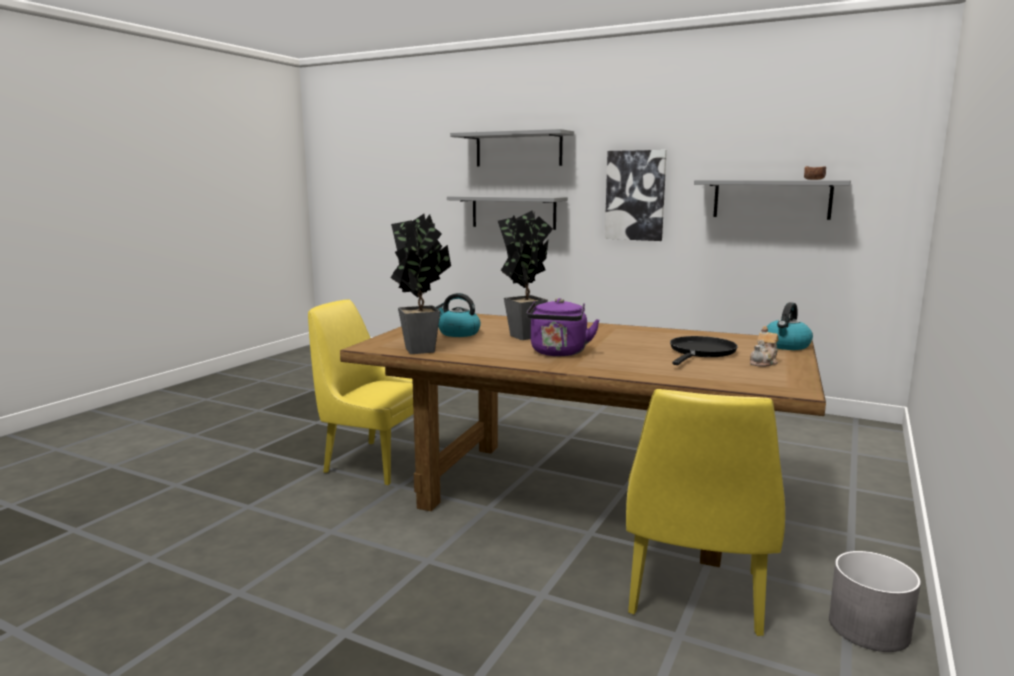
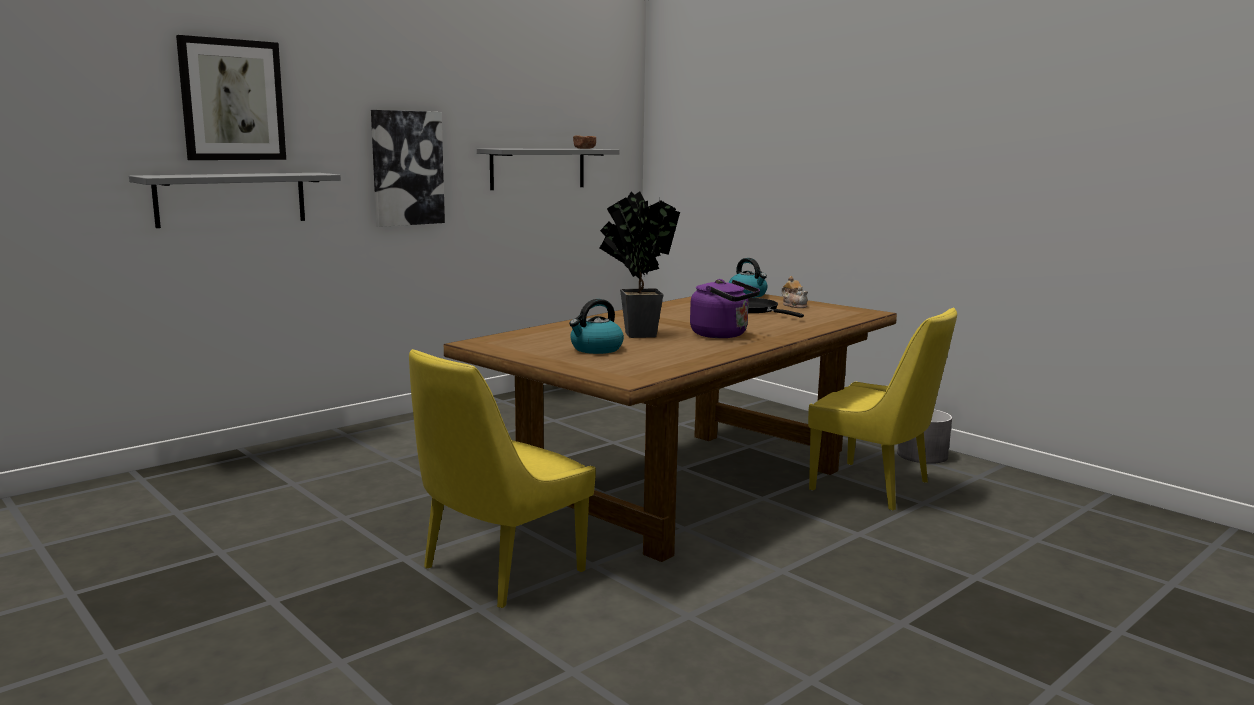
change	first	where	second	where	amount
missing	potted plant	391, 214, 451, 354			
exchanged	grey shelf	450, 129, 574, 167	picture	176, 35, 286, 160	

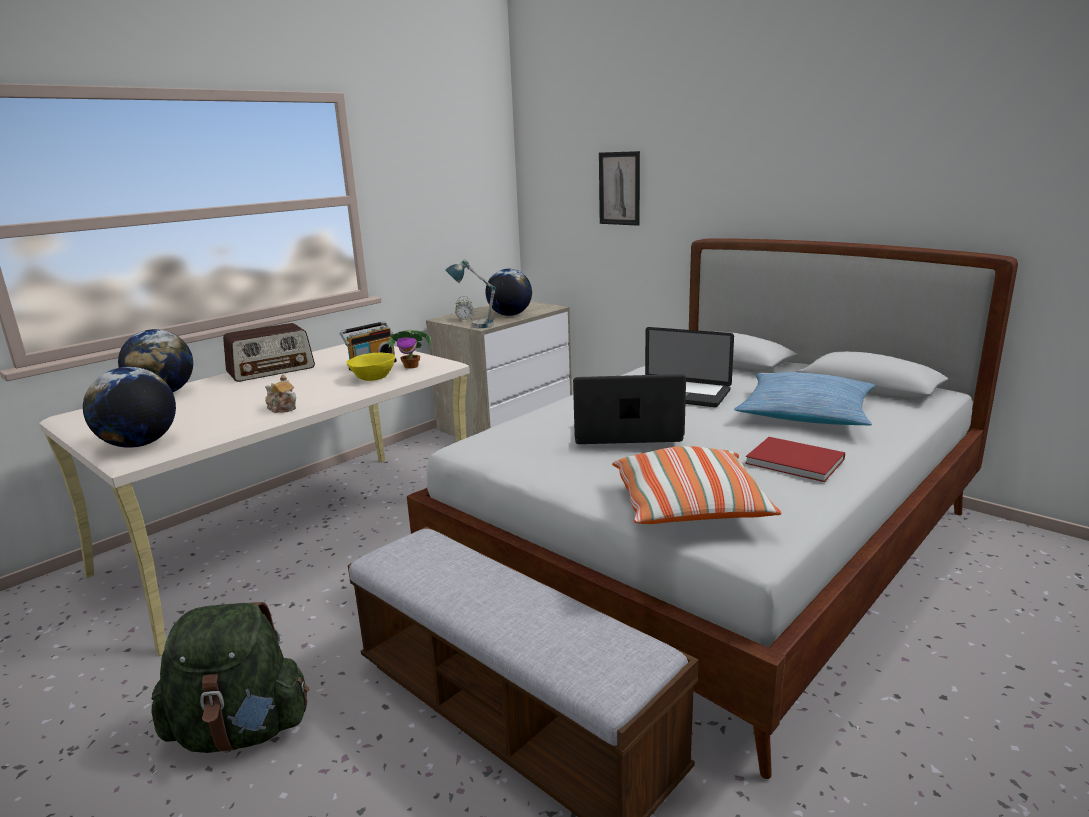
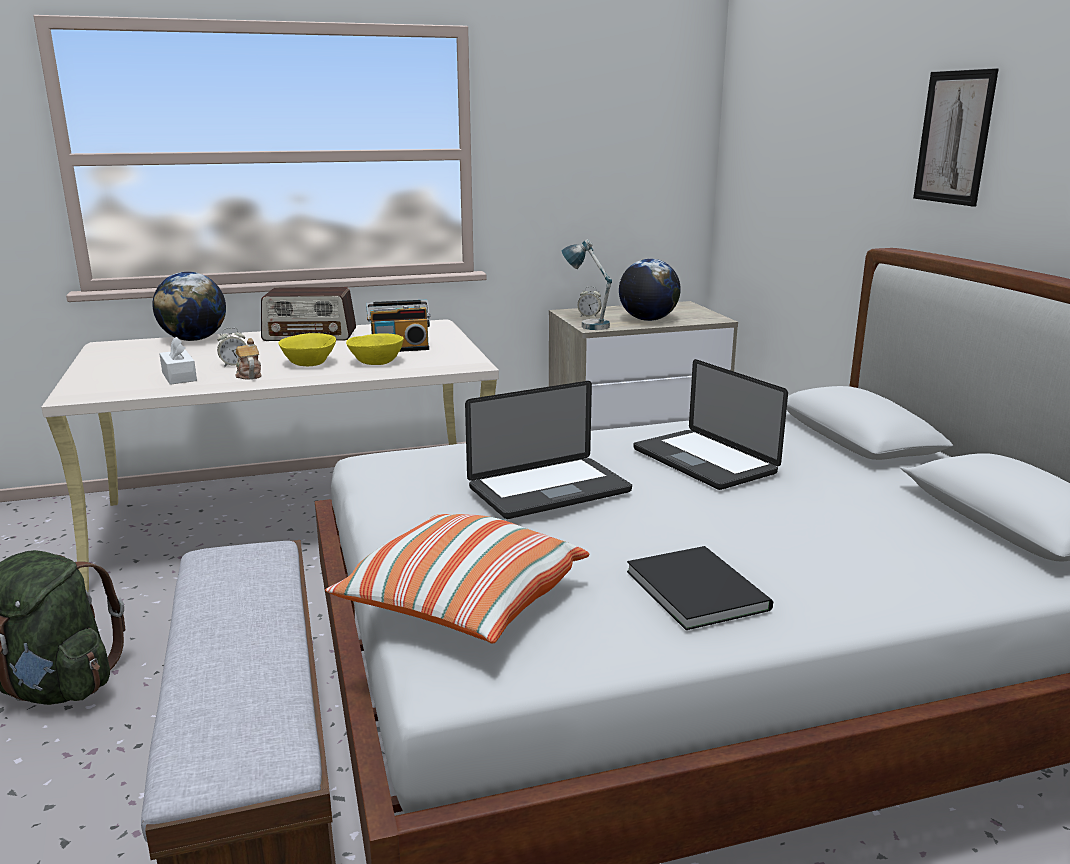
change	first	where	second	where	amount
missing	globe	83, 367, 176, 448			
missing	potted plant	385, 330, 431, 369			
missing	pillow	734, 372, 875, 425			
appeared			white tissue box	159, 337, 197, 385	
appeared			alarm clock	217, 327, 246, 367	
appeared			yellow bowl	278, 333, 336, 366	
relocated	picture	599, 151, 640, 226		913, 68, 999, 207	
colour	red book	745, 437, 845, 482	black book	627, 546, 773, 630	
spun	laptop	573, 374, 686, 444		465, 381, 632, 519	120 degrees clockwise

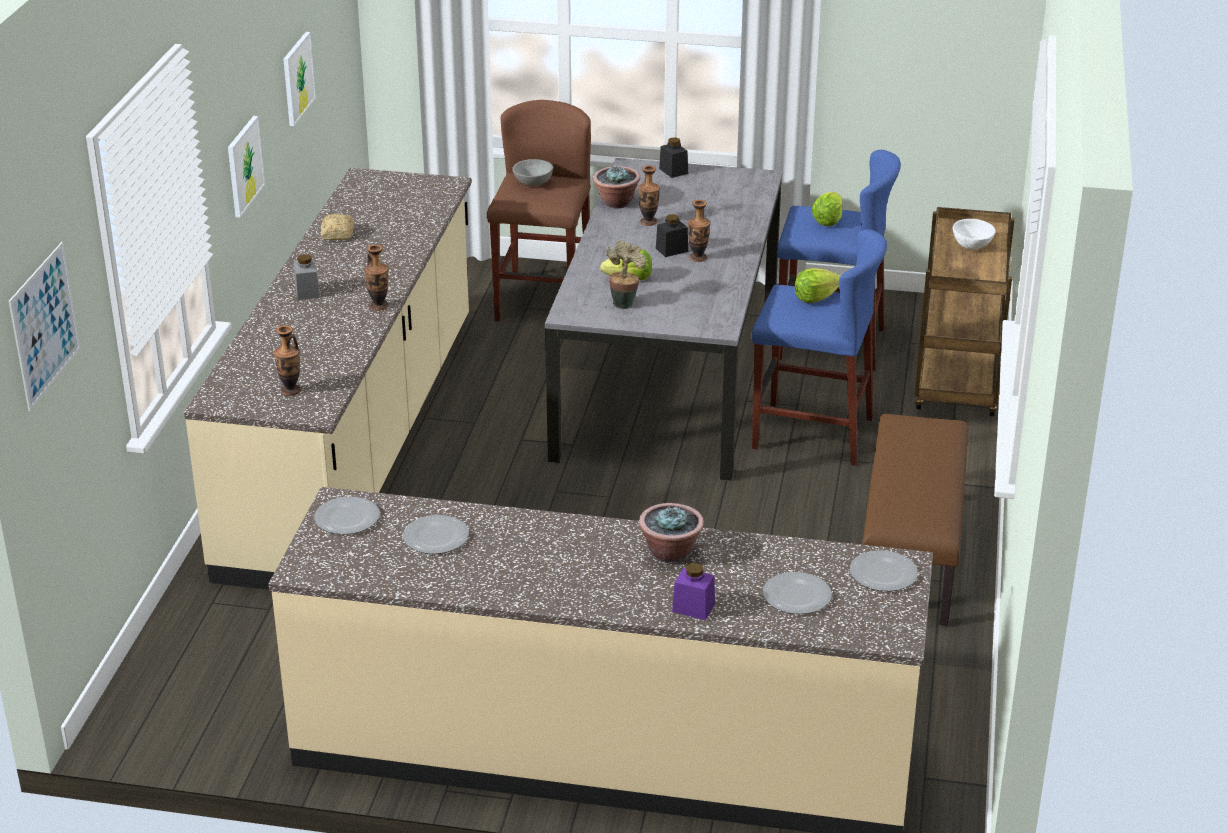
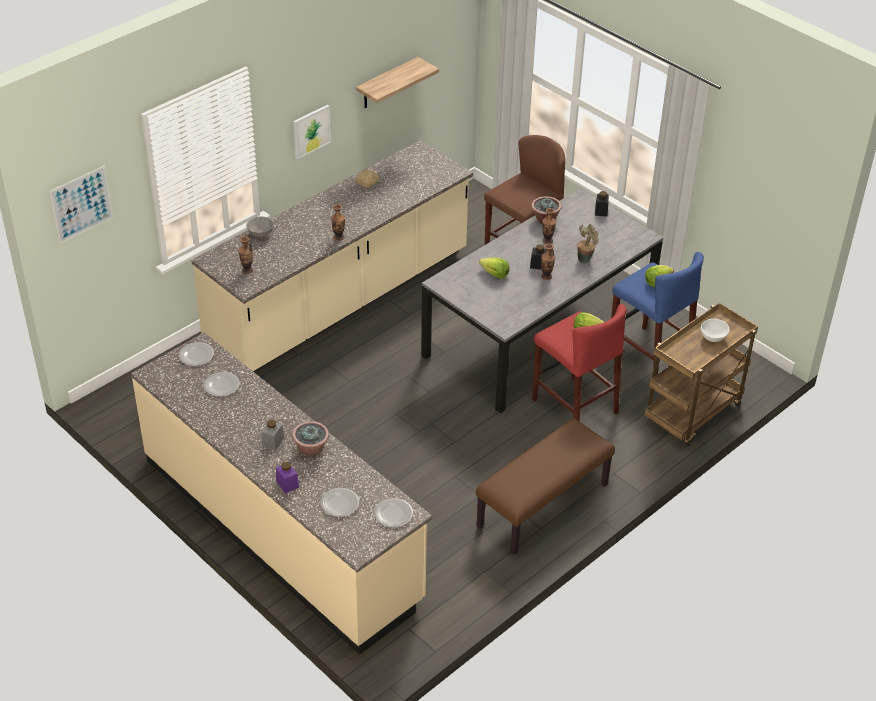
change	first	where	second	where	amount
relocated	grey jar	294, 254, 320, 300		262, 420, 284, 451	
relocated	grey bowl	512, 159, 553, 186		246, 216, 274, 237	
relocated	potted plant	606, 240, 646, 309		577, 224, 599, 263	
exchanged	picture	283, 32, 316, 126	shelf	356, 57, 439, 108	
colour	blue stool	751, 229, 887, 466	red stool	532, 304, 627, 421	

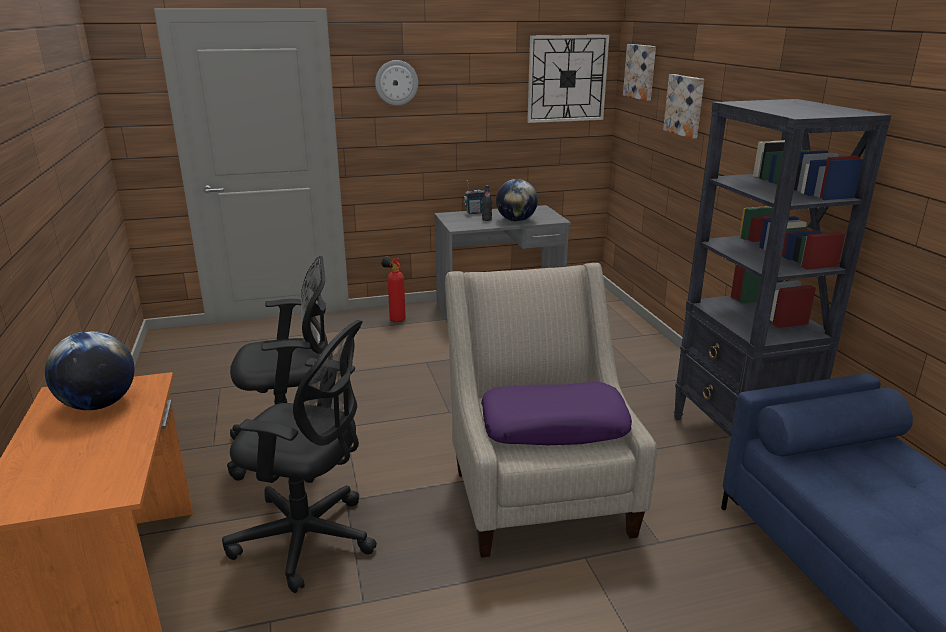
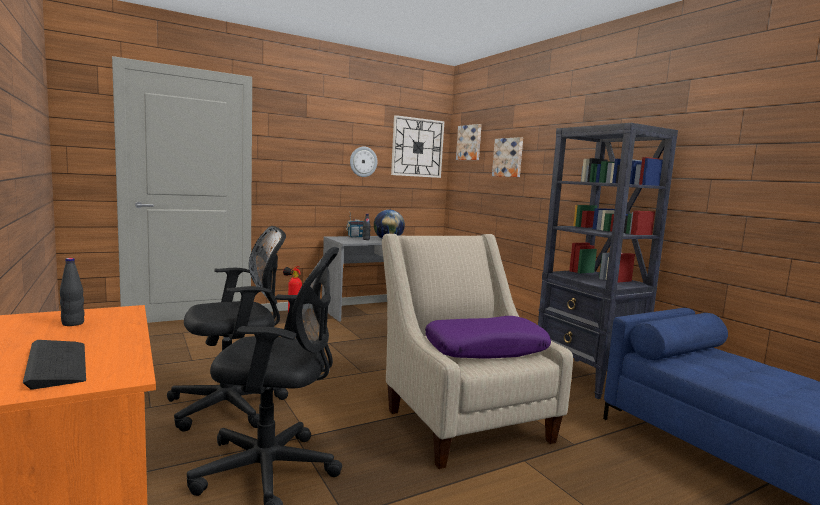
change	first	where	second	where	amount
appeared			keyboard	23, 340, 86, 390	
relocated	wall clock	375, 60, 418, 105		350, 147, 377, 177	
exchanged	globe	45, 331, 135, 410	black bottle	60, 258, 85, 326	

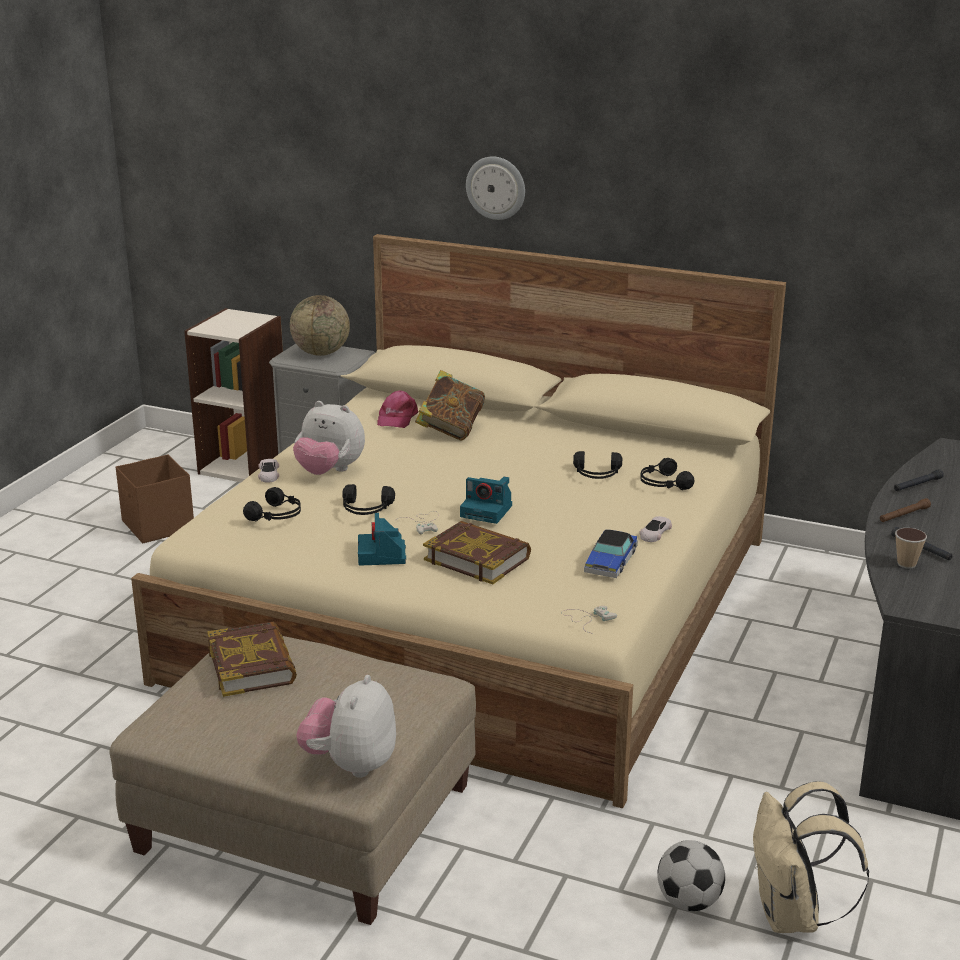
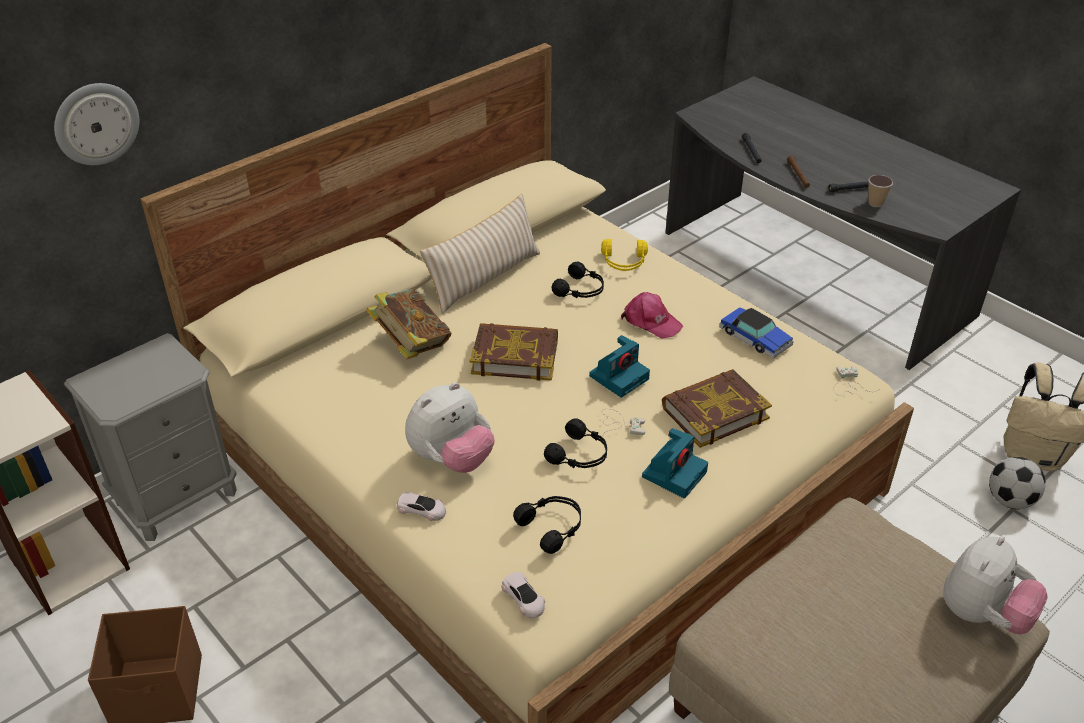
change	first	where	second	where	amount
missing	globe	290, 295, 350, 356			
appeared			beige pillow	420, 194, 540, 314	
relocated	book	207, 621, 297, 697		470, 323, 558, 381	
relocated	pink cap	377, 390, 418, 428		621, 292, 683, 339	
relocated	wall clock	466, 156, 525, 220		54, 83, 139, 165	
relocated	white toy car	639, 516, 672, 542		501, 572, 545, 618	
colour	black headphones	640, 458, 695, 490	yellow headphones	601, 239, 648, 271	
spun	plush toy	296, 675, 396, 778		943, 536, 1048, 634	90 degrees counterclockwise
spun	photo camera	358, 513, 406, 566		642, 428, 708, 498	75 degrees counterclockwise

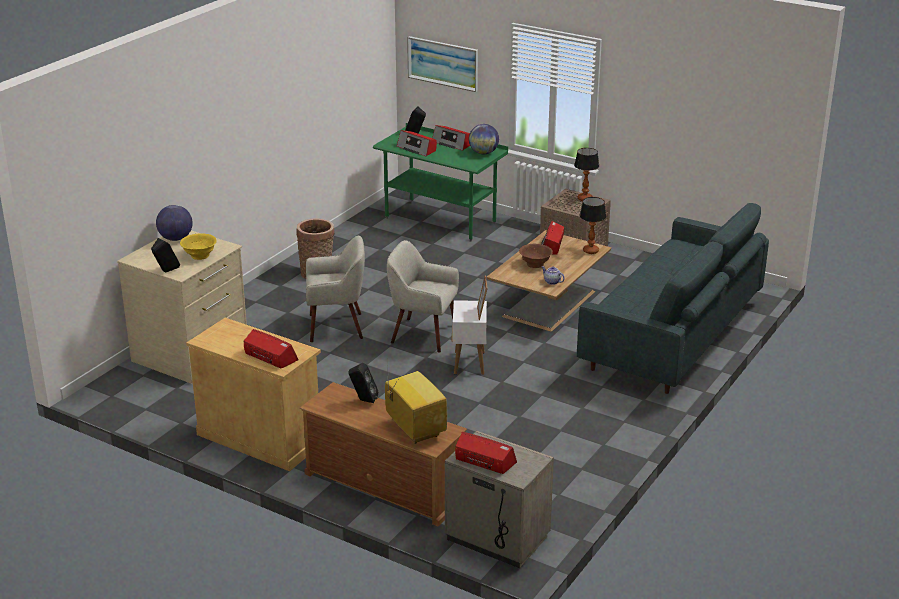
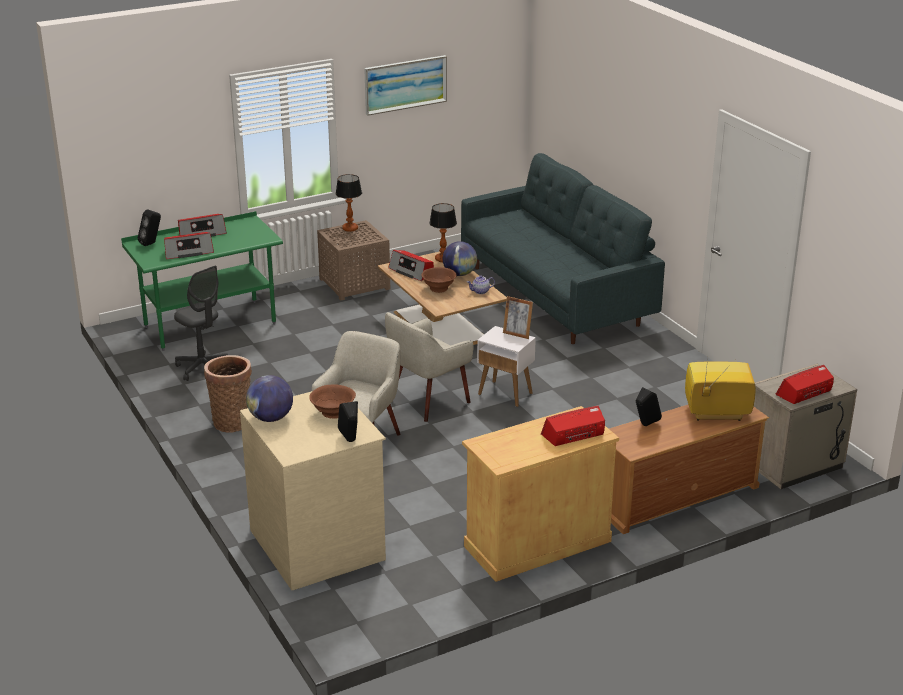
change	first	where	second	where	amount
appeared			grey office chair	174, 266, 228, 381	
relocated	picture	407, 36, 478, 92		364, 55, 447, 116	
relocated	globe	469, 124, 499, 154		443, 241, 477, 276	
colour	yellow bowl	180, 234, 217, 260	brown bowl	309, 384, 356, 419	

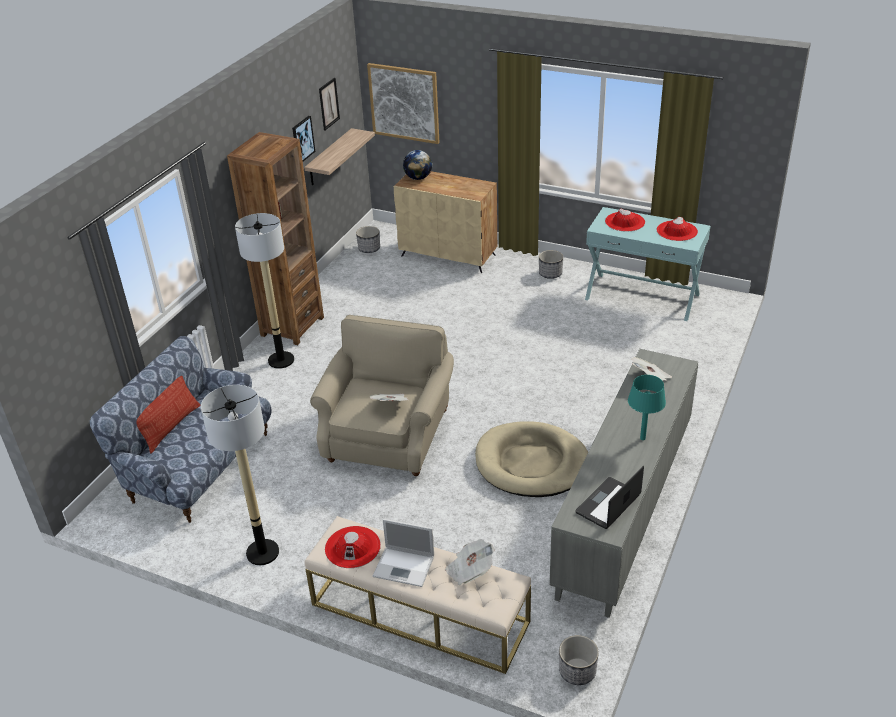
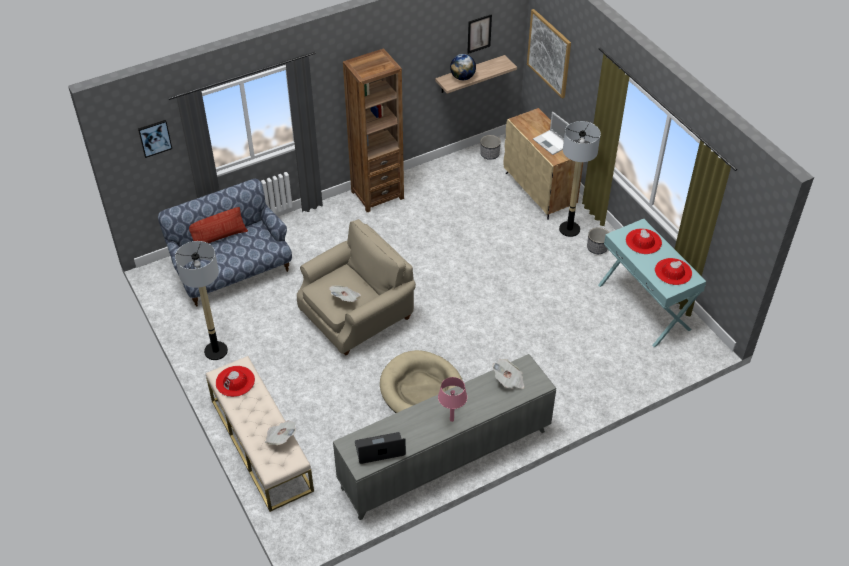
change	first	where	second	where	amount
missing	planter	559, 635, 599, 685			
relocated	floor lamp	235, 213, 294, 369		559, 121, 601, 237	
relocated	picture	292, 116, 315, 161		138, 120, 172, 158	
relocated	laptop	373, 519, 434, 587		533, 112, 569, 155	
relocated	globe	403, 150, 432, 180		450, 54, 476, 80	
colour	turquoise table lamp	628, 375, 666, 440	pink table lamp	438, 377, 467, 422	

